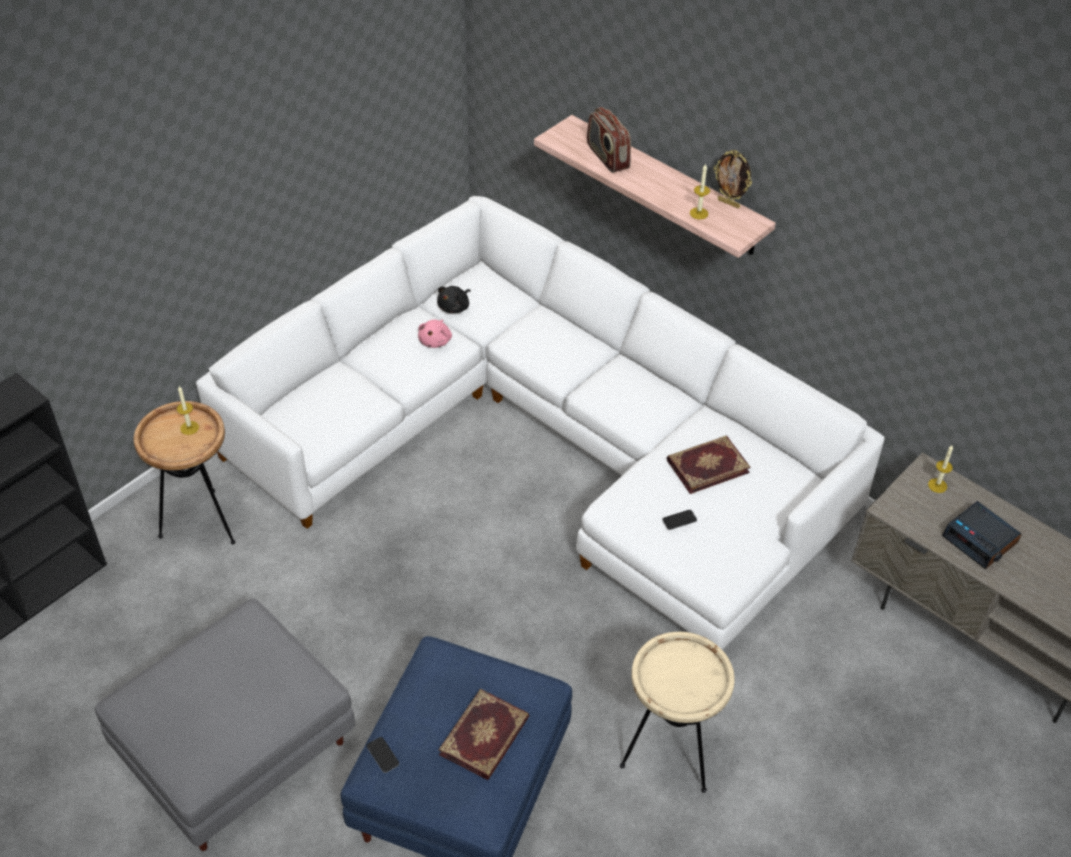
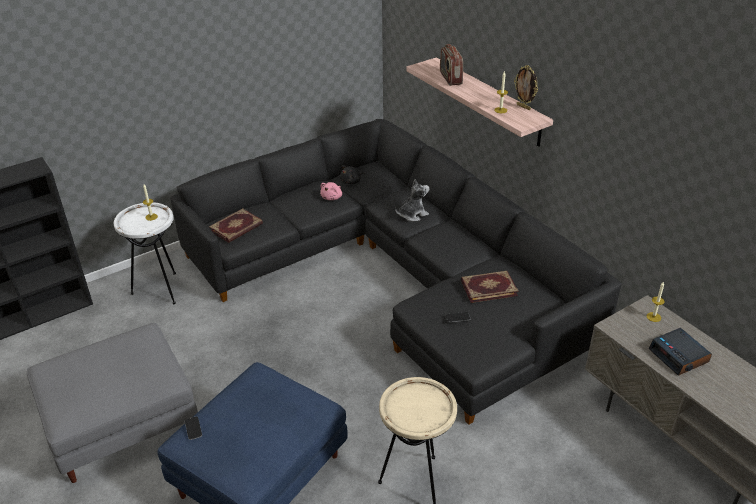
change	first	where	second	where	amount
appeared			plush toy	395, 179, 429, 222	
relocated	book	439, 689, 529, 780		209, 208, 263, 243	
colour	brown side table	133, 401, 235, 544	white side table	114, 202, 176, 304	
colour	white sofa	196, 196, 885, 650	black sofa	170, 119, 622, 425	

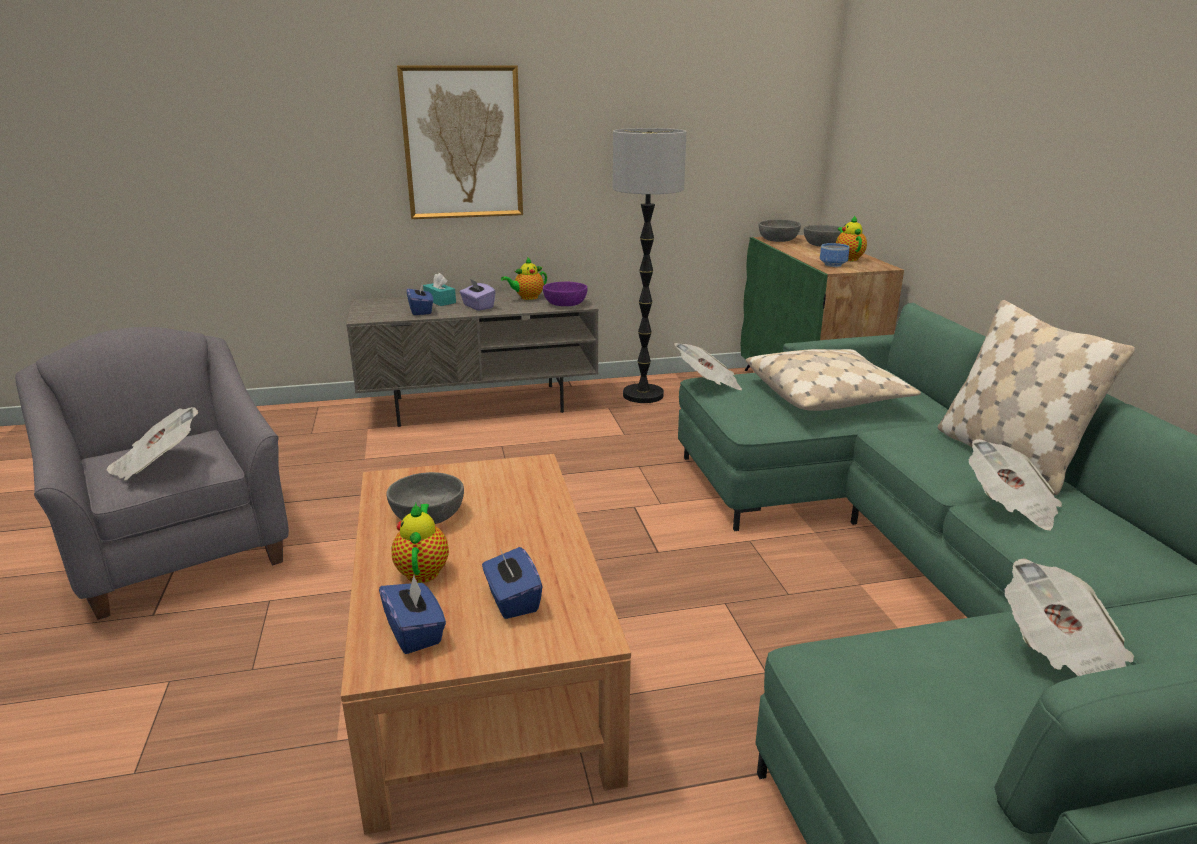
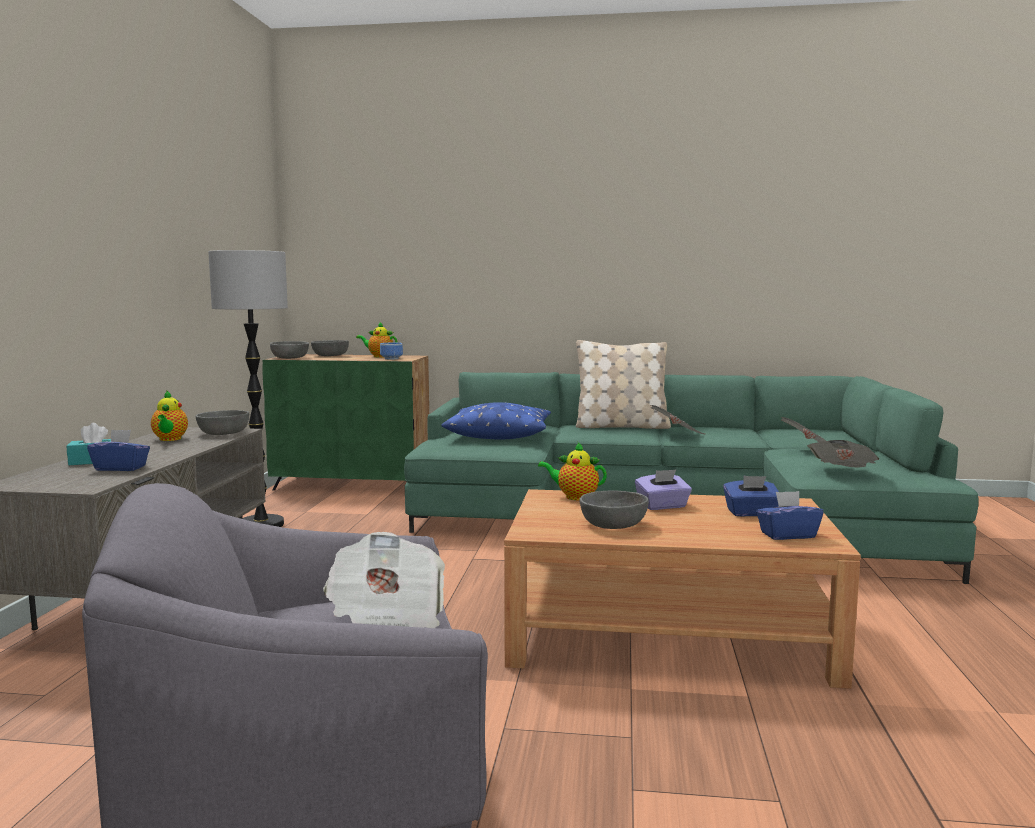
change	first	where	second	where	amount
missing	picture	397, 65, 523, 219			
relocated	teapot	392, 503, 449, 583		538, 441, 607, 500	
relocated	purple tissue box	460, 279, 496, 311		635, 470, 692, 510	
relocated	newspaper	675, 343, 742, 390		807, 440, 879, 467	
colour	purple bowl	543, 282, 587, 306	grey bowl	196, 410, 249, 435	
colour	beige pillow	746, 349, 921, 411	blue pillow	441, 402, 551, 439	

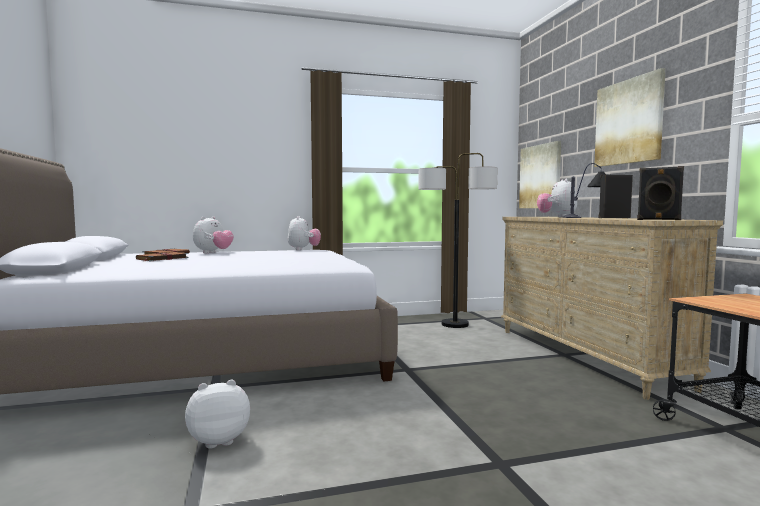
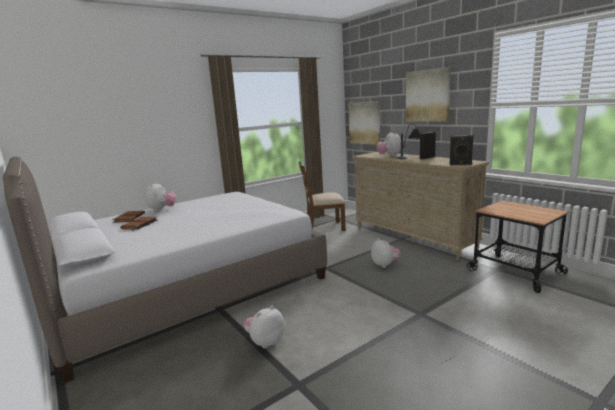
change	first	where	second	where	amount
relocated	plush toy	288, 216, 321, 250		371, 238, 401, 268	
exchanged	floor lamp	419, 153, 498, 328	brown chair	298, 161, 346, 231	

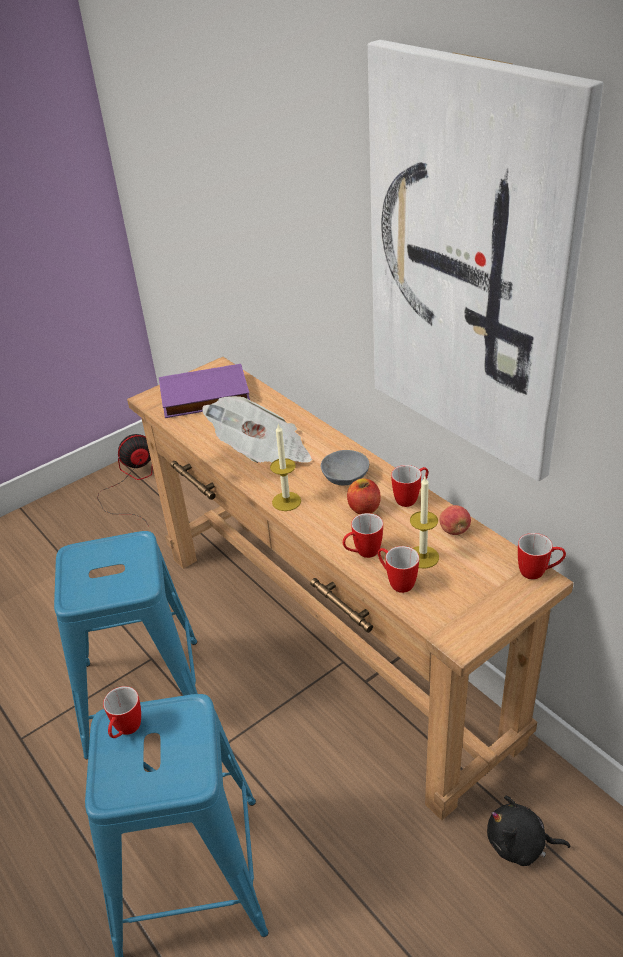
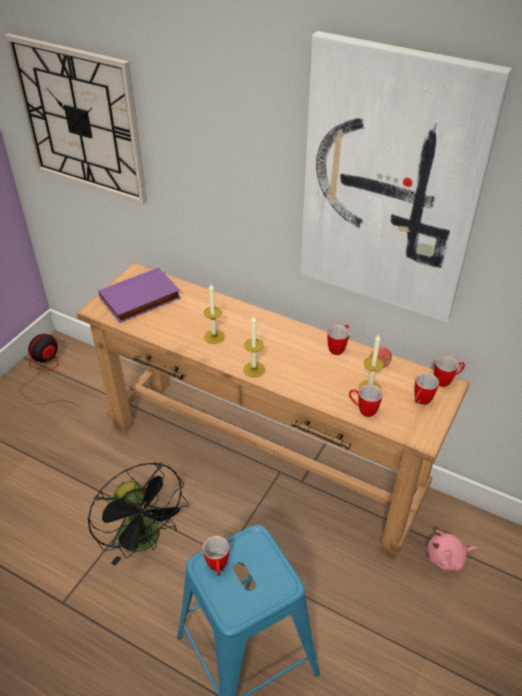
change	first	where	second	where	amount
missing	grey bowl	321, 450, 369, 485			
missing	apple	347, 478, 381, 514			
appeared			wall clock	4, 33, 147, 205	
relocated	mug	343, 513, 383, 558		414, 373, 439, 405	
exchanged	blue stool	54, 531, 198, 759	black fan	88, 462, 189, 566	
exchanged	newspaper	202, 396, 313, 463	candle	204, 284, 225, 344	
colour	black plush toy	487, 796, 570, 866	pink plush toy	427, 530, 478, 571	

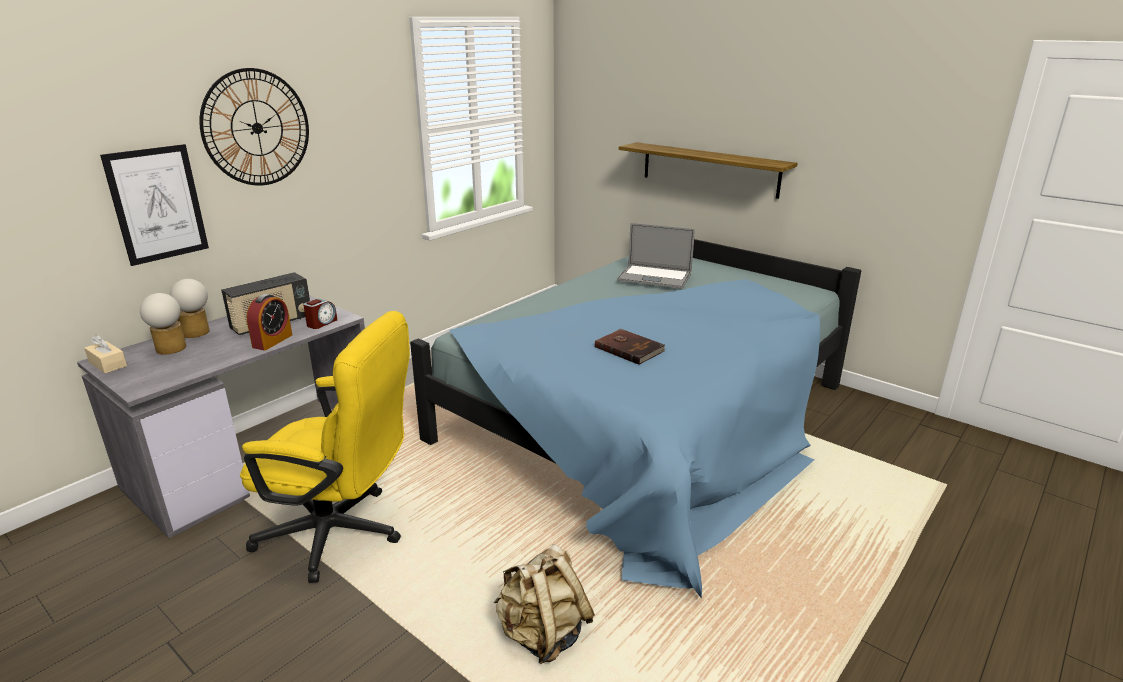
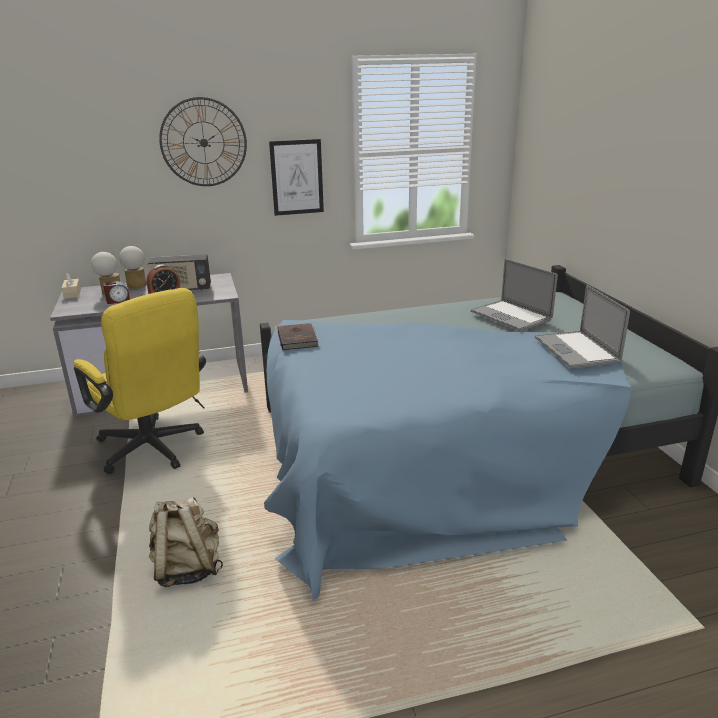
change	first	where	second	where	amount
missing	shelf	619, 142, 797, 199			
appeared			laptop	535, 285, 630, 368	
relocated	picture	100, 144, 209, 266		269, 139, 324, 216	
relocated	alarm clock	303, 299, 337, 329		103, 281, 130, 304	
relocated	brown book	595, 329, 666, 365		277, 323, 318, 350	

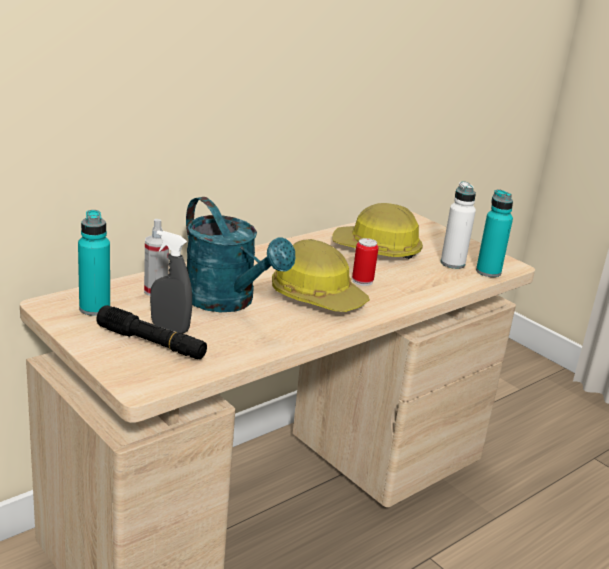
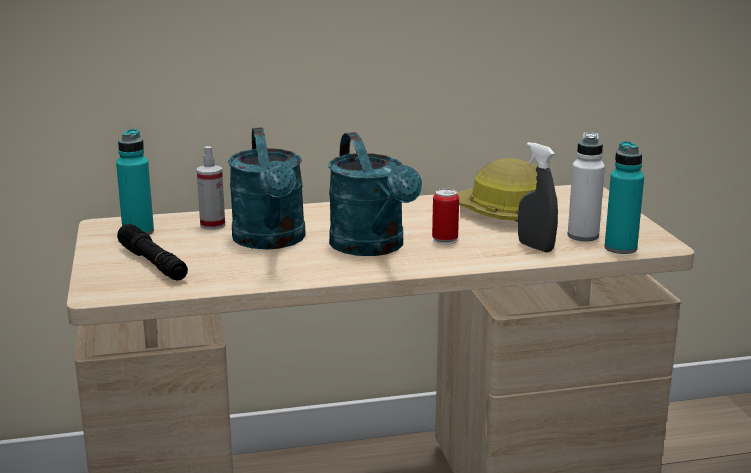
change	first	where	second	where	amount
relocated	grey spray bottle	150, 230, 192, 333		518, 142, 558, 252	
exchanged	hard hat	272, 239, 370, 312	turquoise watering can	328, 132, 422, 256	

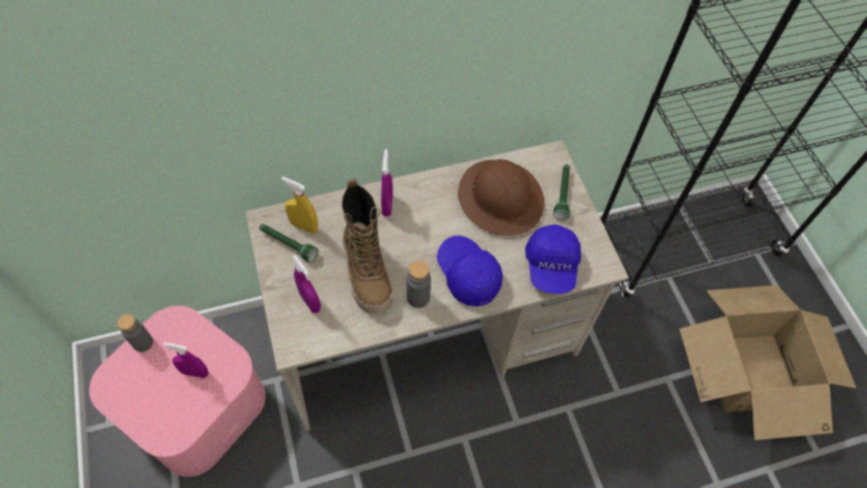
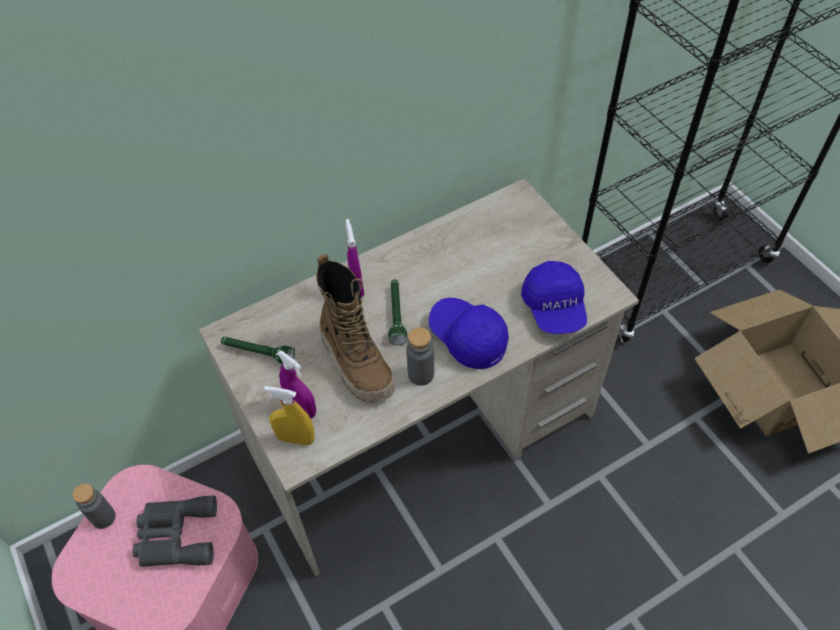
change	first	where	second	where	amount
missing	brown hard hat	458, 159, 544, 236			
relocated	yellow spray bottle	281, 177, 318, 234		264, 386, 315, 446	
relocated	green flashlight	554, 164, 570, 220		388, 280, 407, 345	
exchanged	purple spray bottle	163, 342, 209, 378	grey binoculars	132, 495, 217, 567	

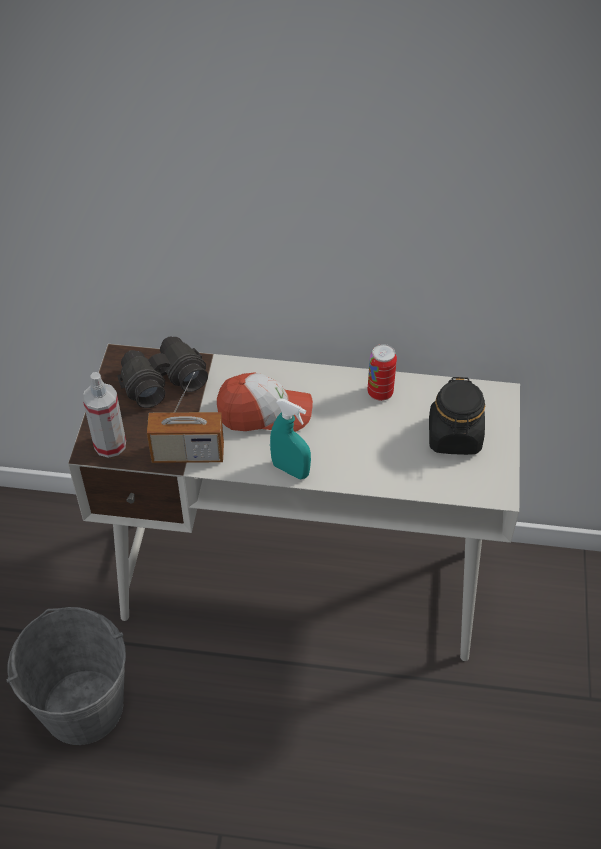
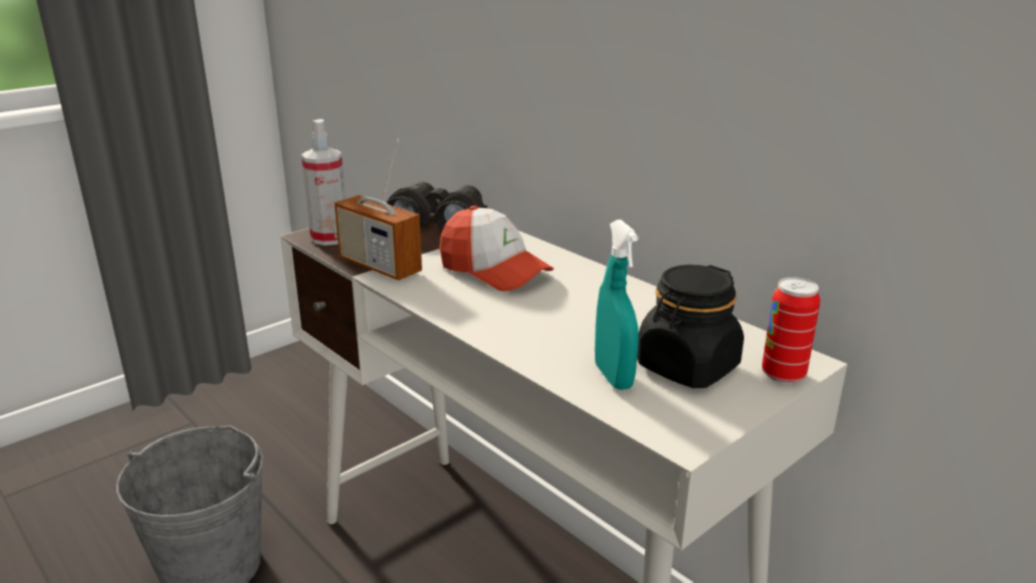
change	first	where	second	where	amount
relocated	turquoise spray bottle	270, 398, 311, 479		595, 219, 639, 390	
relocated	can	367, 344, 397, 401		762, 277, 820, 384	

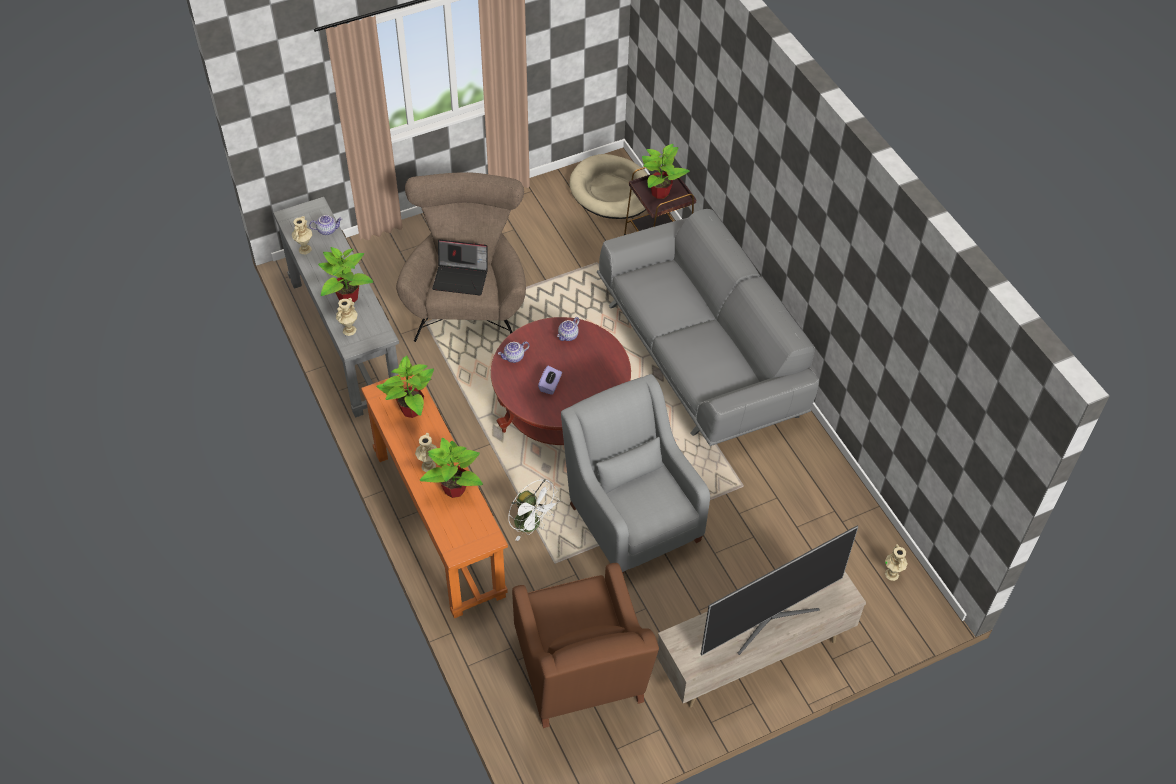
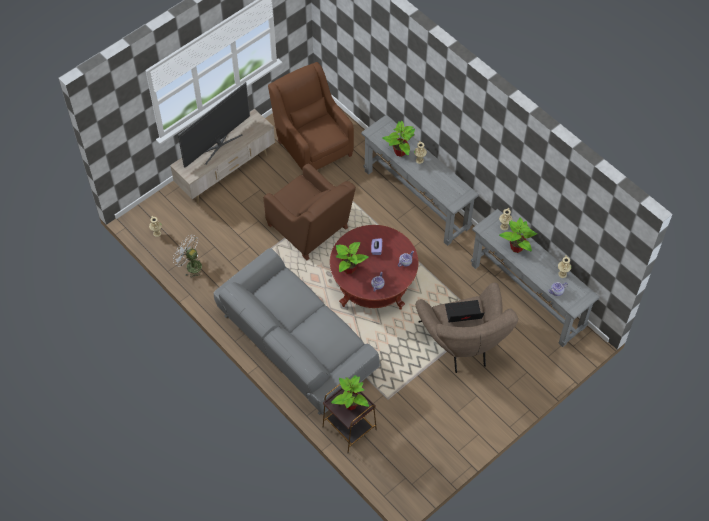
change	first	where	second	where	amount
missing	beige dog bed	570, 154, 648, 219			
relocated	potted plant	376, 355, 434, 418		336, 242, 369, 274	
relocated	white fan	508, 479, 560, 541		173, 235, 202, 277	
colour	orange console table	361, 375, 508, 618	grey console table	361, 114, 479, 246	
colour	grey armchair	561, 374, 710, 573	brown armchair	264, 164, 356, 260	

